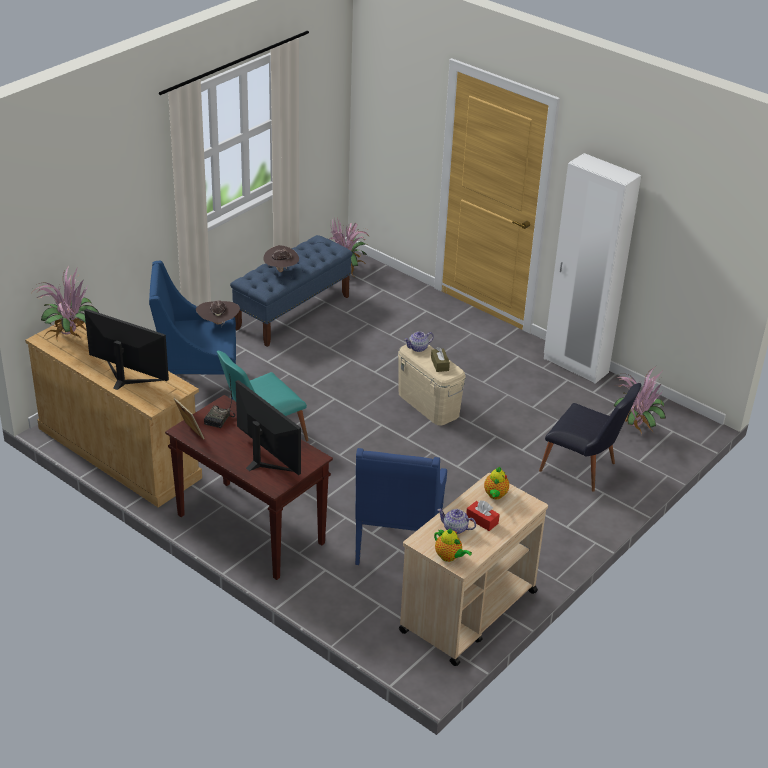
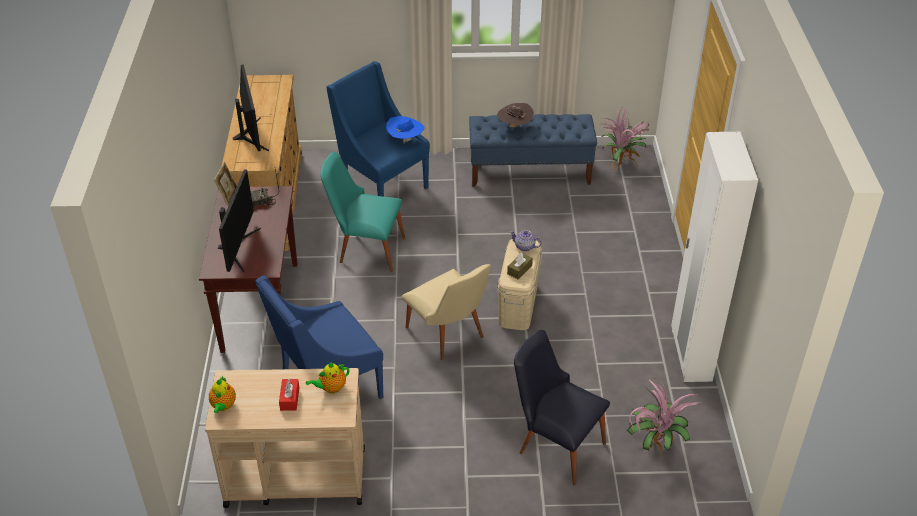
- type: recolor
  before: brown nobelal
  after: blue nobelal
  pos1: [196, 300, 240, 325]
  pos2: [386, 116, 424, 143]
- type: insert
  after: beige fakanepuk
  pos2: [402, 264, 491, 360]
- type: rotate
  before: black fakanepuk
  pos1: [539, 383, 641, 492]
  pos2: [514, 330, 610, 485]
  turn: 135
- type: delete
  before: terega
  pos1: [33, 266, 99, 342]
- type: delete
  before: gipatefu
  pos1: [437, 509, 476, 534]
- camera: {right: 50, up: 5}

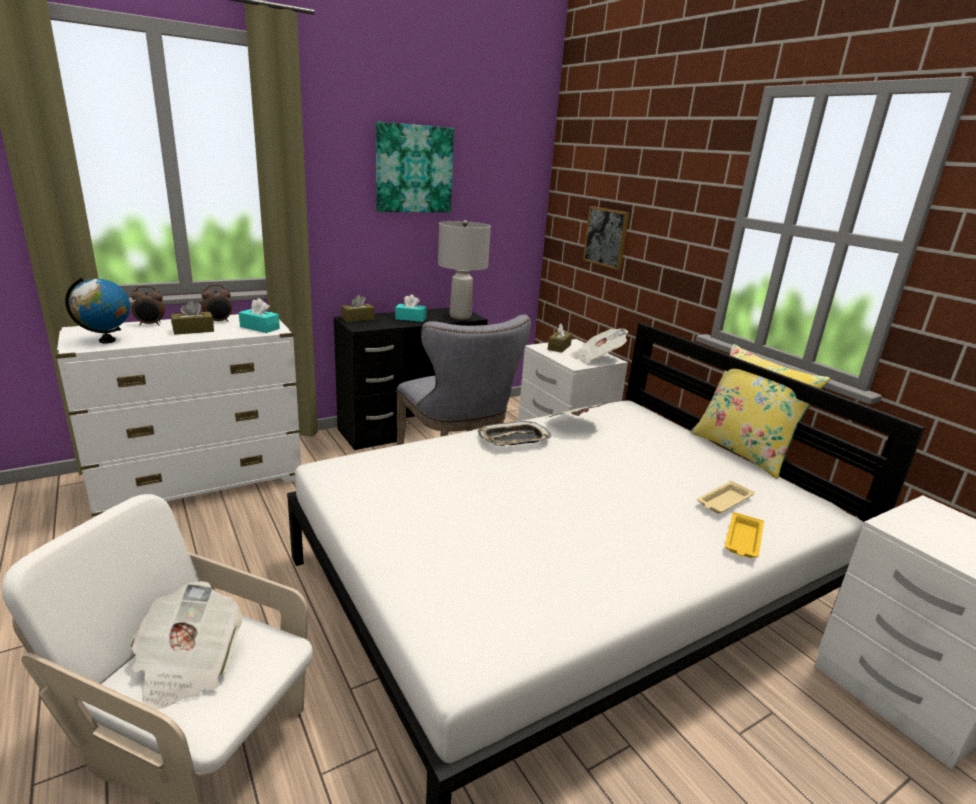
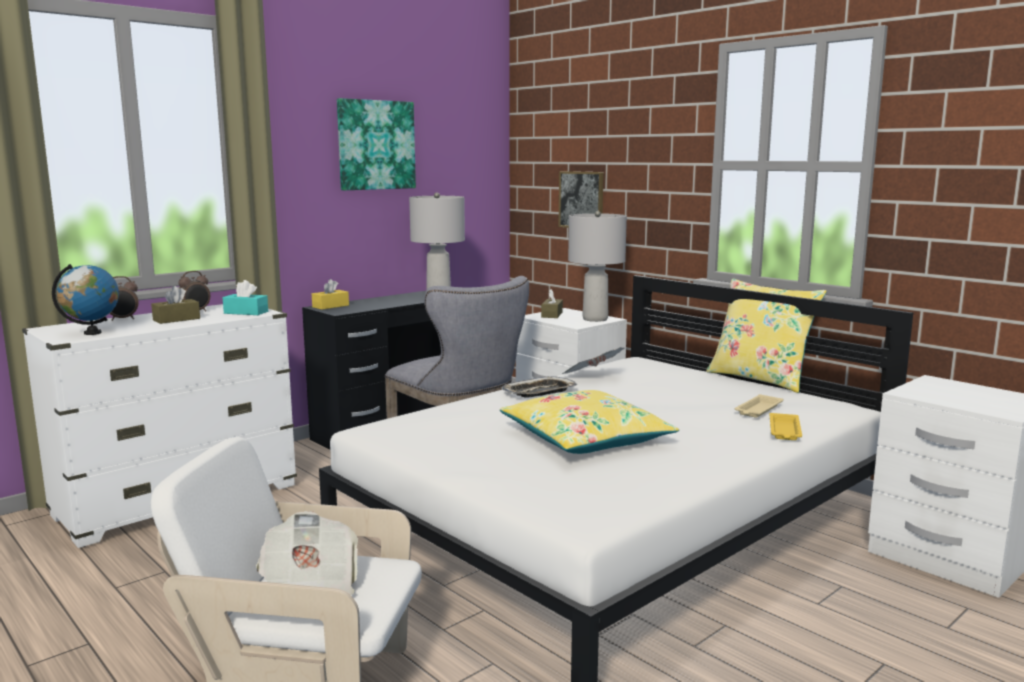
- type: recolor
  before: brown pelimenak
  after: yellow pelimenak
  pos1: [341, 295, 375, 322]
  pos2: [312, 279, 349, 310]
- type: insert
  after: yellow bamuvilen
  pos2: [500, 390, 679, 454]
- type: replace
  before: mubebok
  after: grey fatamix
  pos1: [570, 329, 628, 362]
  pos2: [568, 211, 627, 322]
- type: delete
  before: turquoise pelimenak
  pos1: [395, 294, 426, 322]
- camera: {right: -10, up: -10}

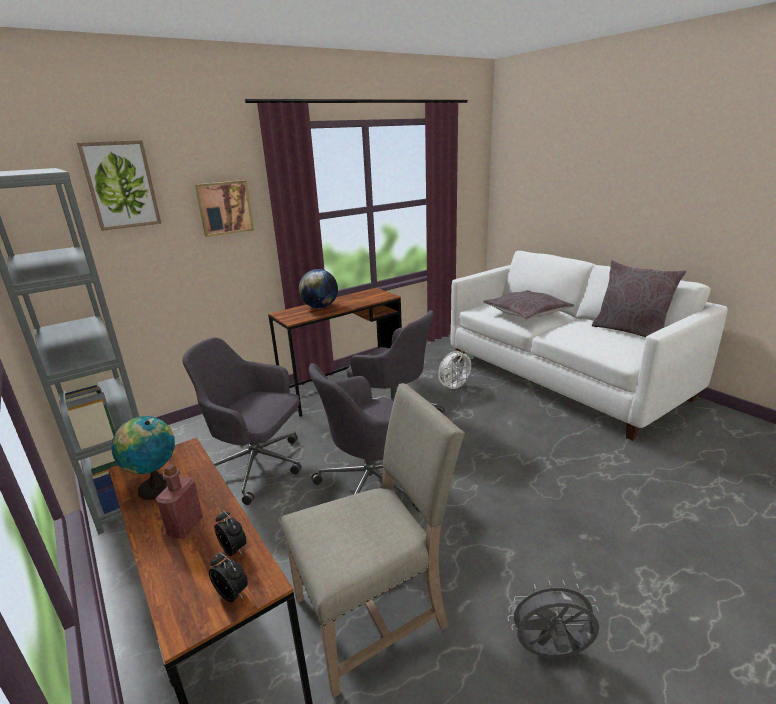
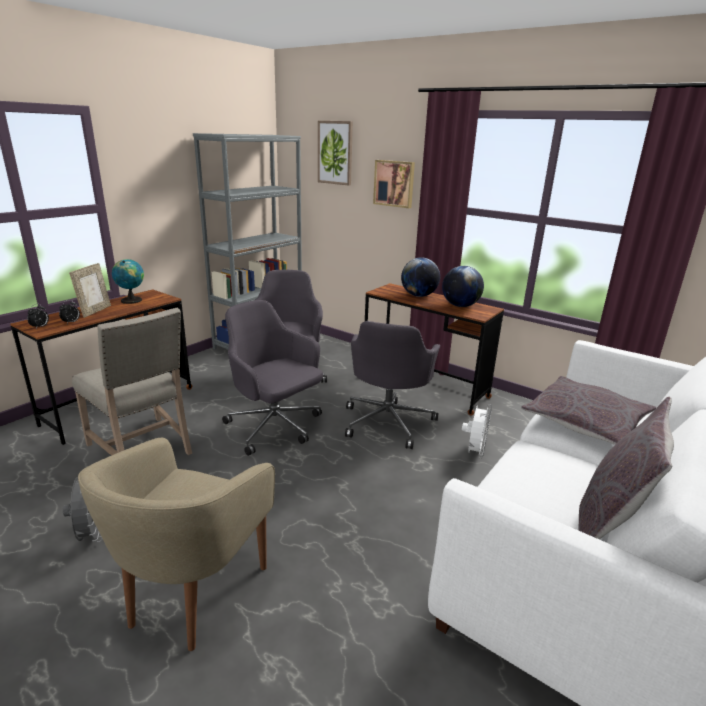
- type: replace
  before: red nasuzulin
  after: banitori
  pos1: [156, 464, 203, 538]
  pos2: [69, 263, 111, 318]
- type: insert
  after: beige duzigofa
  pos2: [78, 438, 275, 651]
- type: insert
  after: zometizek
  pos2: [442, 266, 484, 307]
- type: rotate
  before: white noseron
  pos1: [438, 351, 474, 392]
  pos2: [462, 404, 492, 459]
  turn: -105
- camera: {right: 70, up: 0}

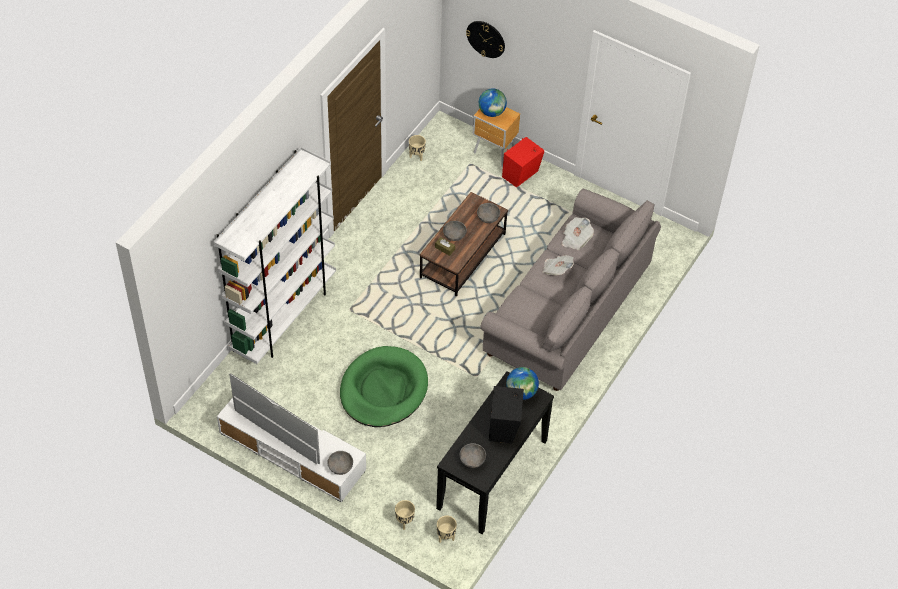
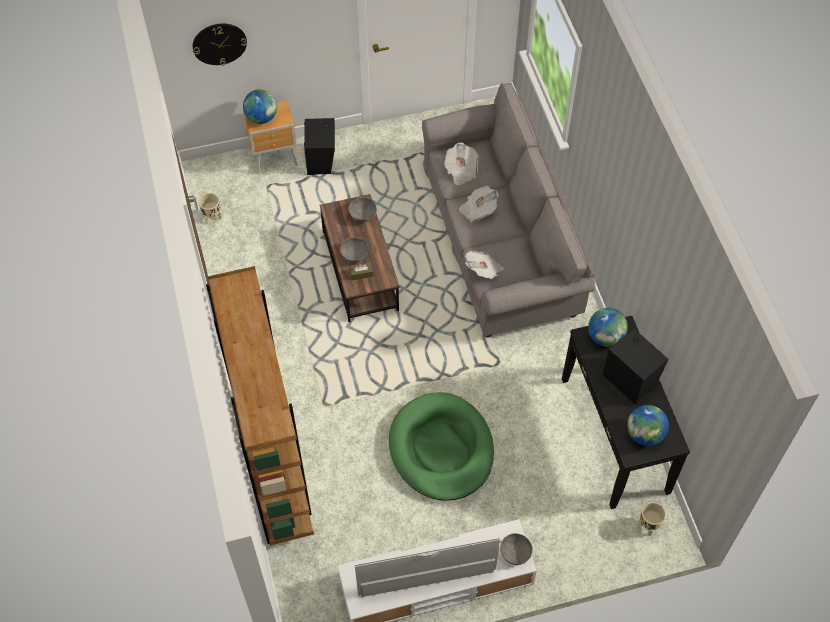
- type: recolor
  before: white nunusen
  after: brown nunusen
  pos1: [214, 147, 336, 364]
  pos2: [206, 266, 314, 545]
- type: recolor
  before: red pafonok
  after: black pafonok
  pos1: [502, 137, 544, 188]
  pos2: [304, 118, 335, 175]
- type: insert
  after: mubebok
  pos2: [465, 251, 504, 279]
- type: replace
  before: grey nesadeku
  after: zometizek
  pos1: [459, 443, 486, 468]
  pos2: [627, 405, 669, 446]
- type: delete
  before: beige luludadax
  pos1: [395, 500, 415, 530]
- camera: {right: -45, up: 5}

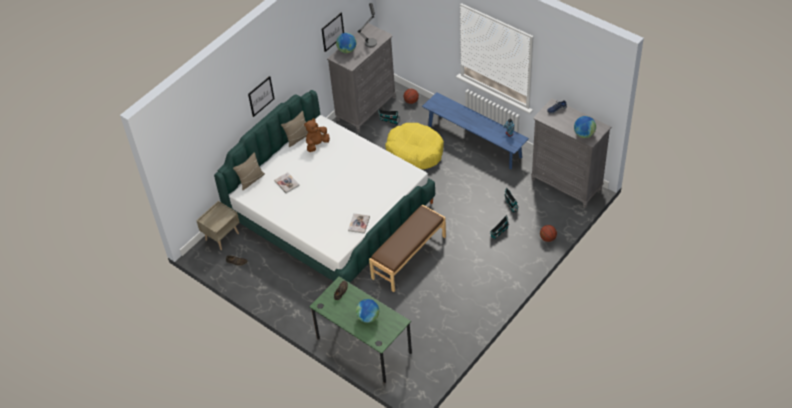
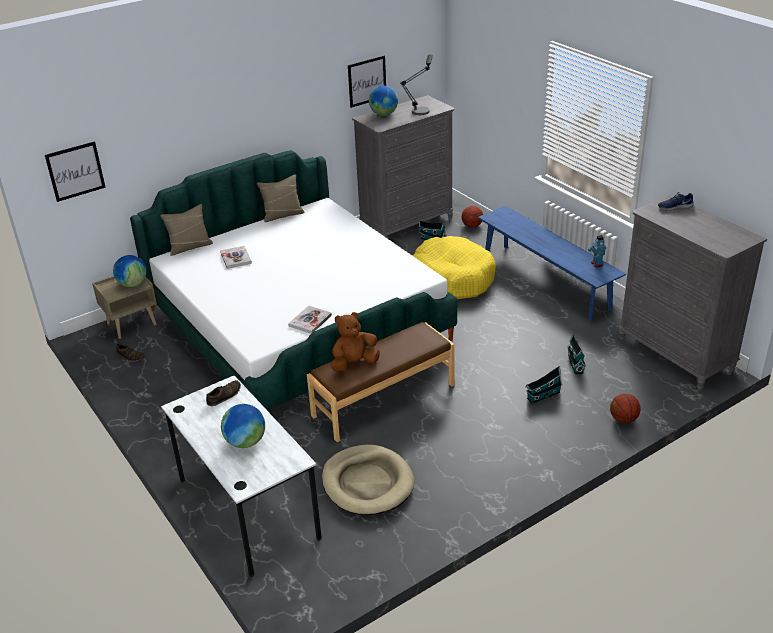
- type: move
  before: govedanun
  pos1: [248, 76, 275, 117]
  pos2: [45, 141, 106, 202]
- type: move
  before: zometizek
  pos1: [574, 116, 596, 138]
  pos2: [113, 255, 147, 287]
- type: recolor
  before: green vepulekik
  after: white vepulekik
  pos1: [309, 277, 412, 383]
  pos2: [161, 375, 322, 577]
- type: insert
  after: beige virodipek
  pos2: [322, 444, 414, 515]
- type: move
  before: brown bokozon
  pos1: [304, 118, 330, 152]
  pos2: [331, 312, 380, 371]
- camera: {right: 15, up: -15}

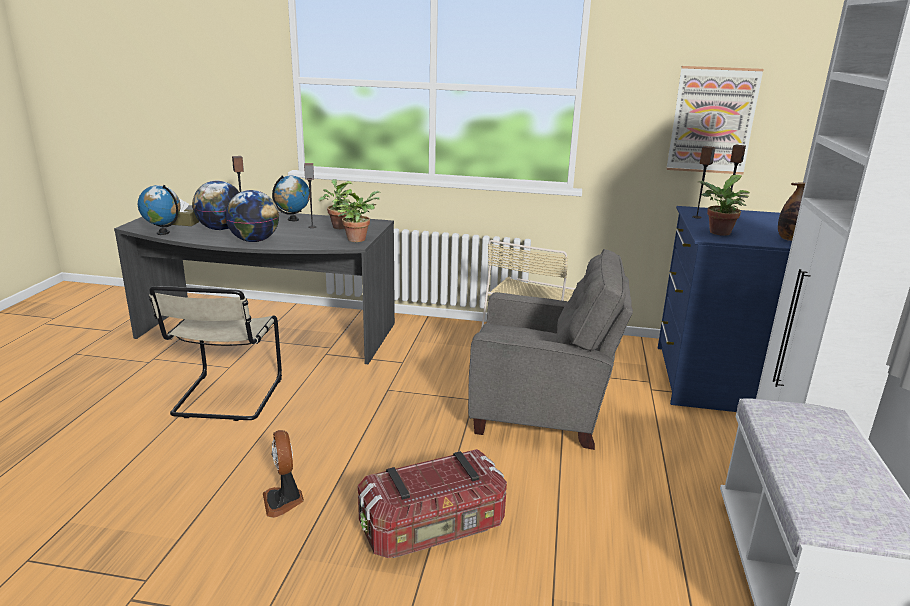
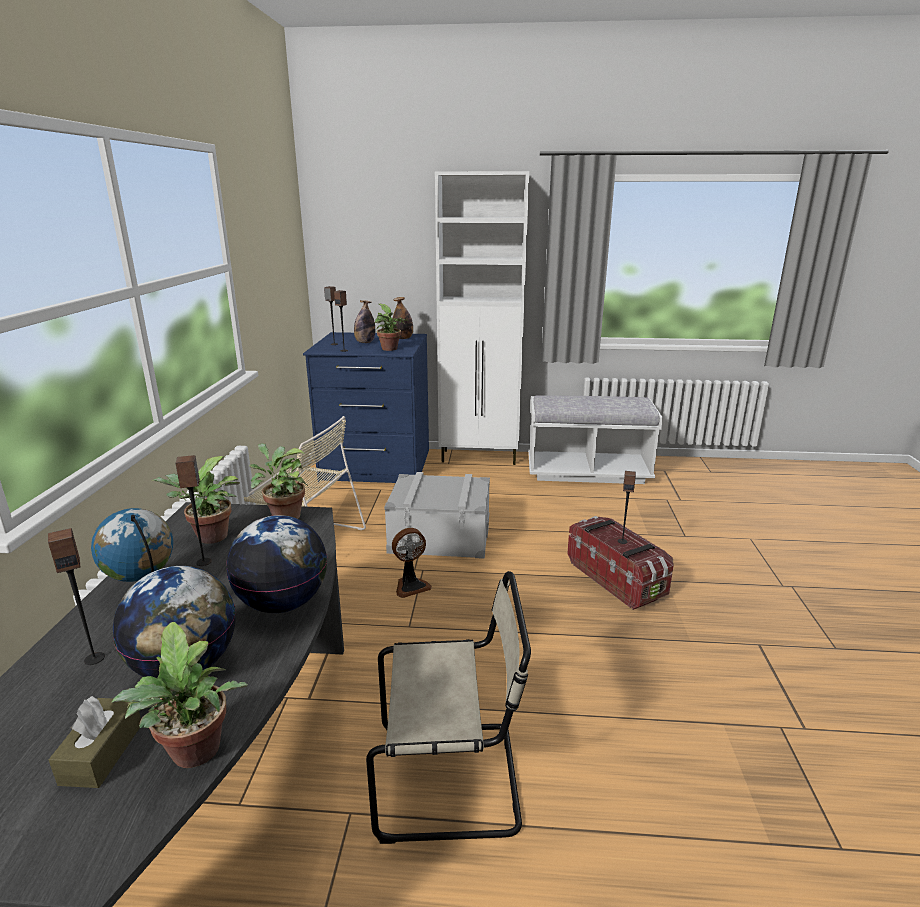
- type: replace
  before: zometizek
  after: terega
  pos1: [138, 185, 181, 235]
  pos2: [112, 622, 248, 768]
- type: insert
  after: nasuzulin
  pos2: [354, 300, 375, 343]
- type: replace
  before: grey duzigofa
  after: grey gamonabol
  pos1: [468, 249, 633, 450]
  pos2: [384, 472, 490, 559]
- type: move
  before: noseron
  pos1: [263, 430, 304, 518]
  pos2: [392, 528, 432, 598]
- type: insert
  after: pafonok
  pos2: [618, 471, 636, 544]
- type: delete
  before: govedanun
  pos1: [667, 66, 764, 174]
- camera: {right: -95, up: 0}

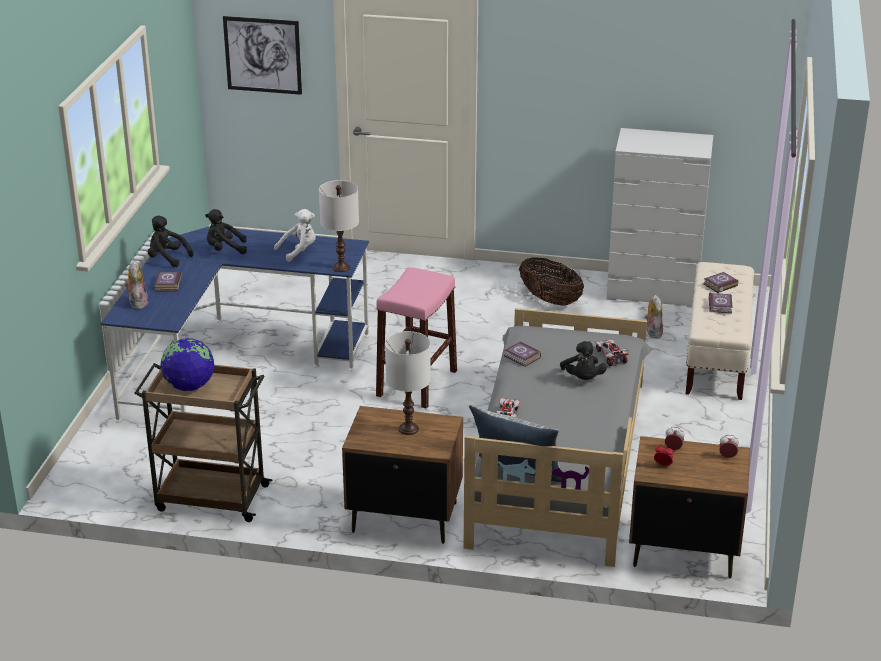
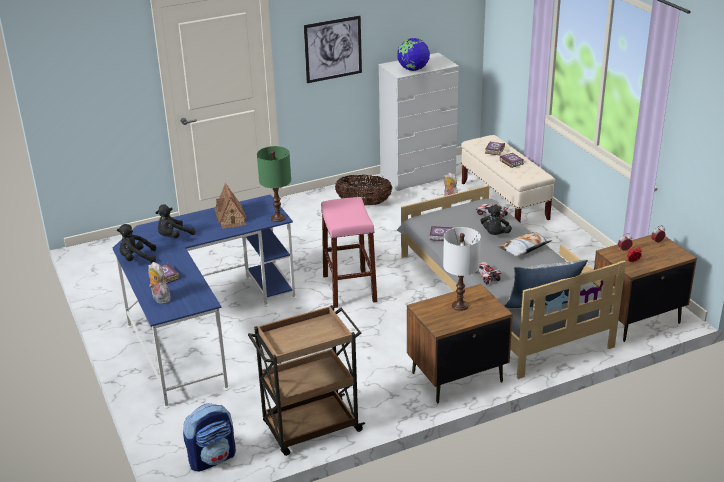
- type: insert
  after: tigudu
  pos2: [183, 403, 236, 472]
- type: replace
  before: white bokozon
  after: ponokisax
  pos1: [274, 209, 316, 262]
  pos2: [215, 182, 247, 229]
- type: recolor
  before: white fatamix
  after: green fatamix
  pos1: [319, 180, 359, 272]
  pos2: [257, 146, 291, 222]
- type: move
  before: govedanun
  pos1: [223, 16, 302, 95]
  pos2: [304, 16, 362, 83]
- type: move
  before: zometizek
  pos1: [160, 338, 214, 391]
  pos2: [397, 38, 430, 71]
- type: rotate
  before: black bokozon
  pos1: [560, 341, 607, 380]
  pos2: [481, 205, 512, 235]
  turn: 60
- type: insert
  after: bamuvilen
  pos2: [499, 232, 552, 257]
- camera: {right: -35, up: 0}

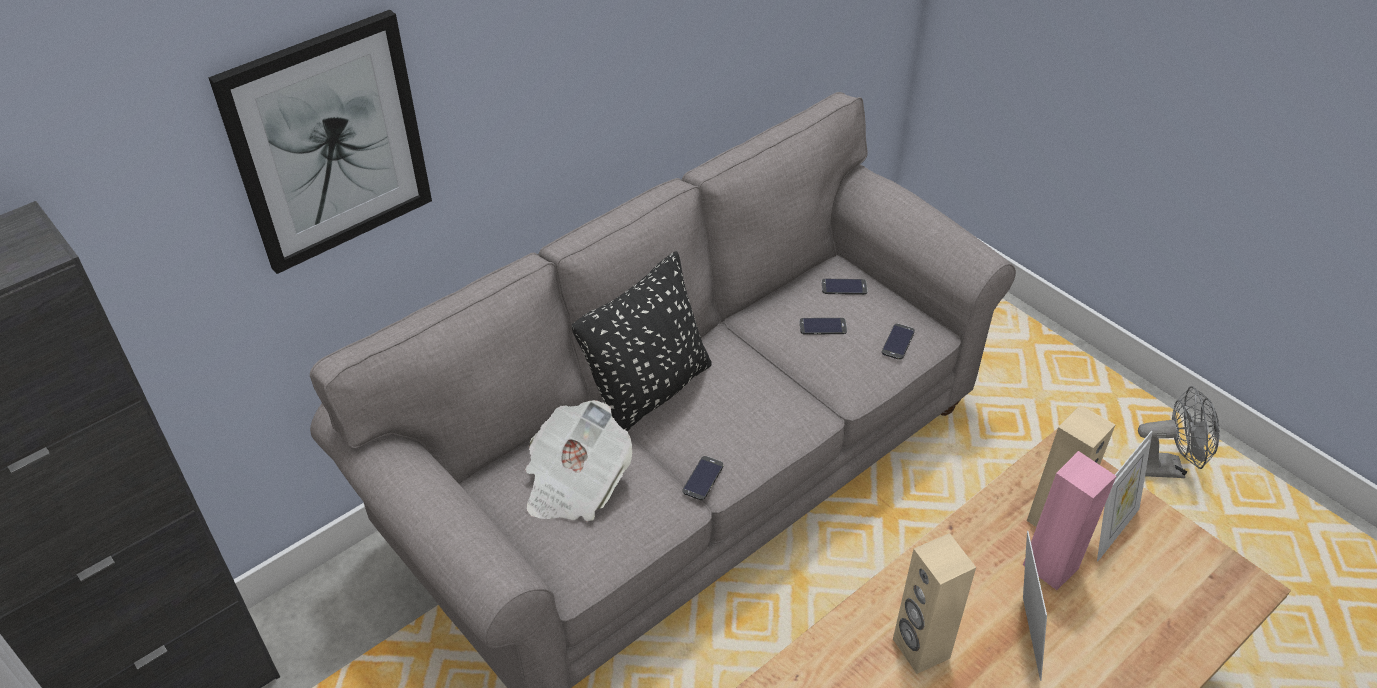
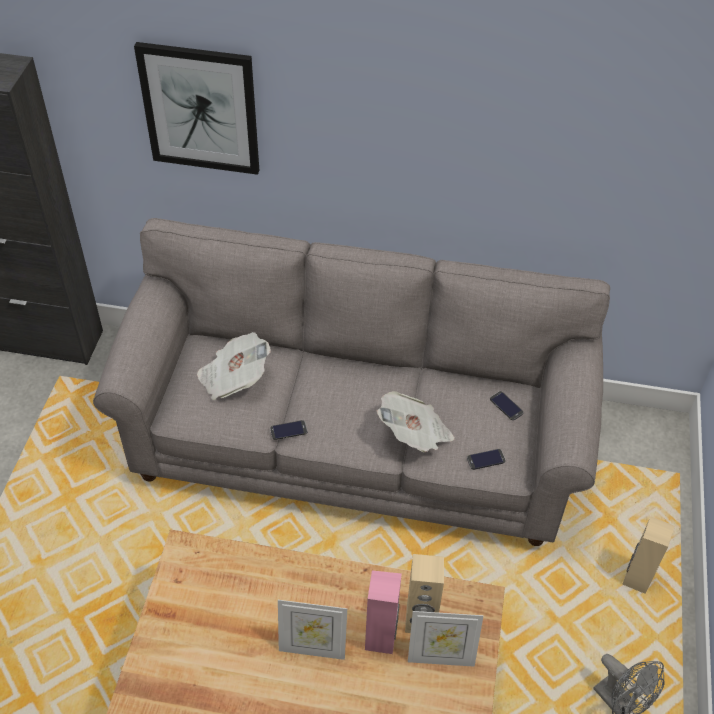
- type: rotate
  before: banitori
  pos1: [1023, 531, 1047, 681]
  pos2: [278, 600, 347, 660]
  turn: 45
- type: insert
  after: mubebok
  pos2: [377, 391, 454, 452]
- type: move
  before: beige pafonok
  pos1: [893, 533, 976, 674]
  pos2: [622, 516, 675, 594]
- type: delete
  before: black bamuvilen
  pos1: [572, 251, 712, 431]
- type: delete
  before: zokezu
  pos1: [799, 318, 847, 335]
- camera: {right: 50, up: 5}

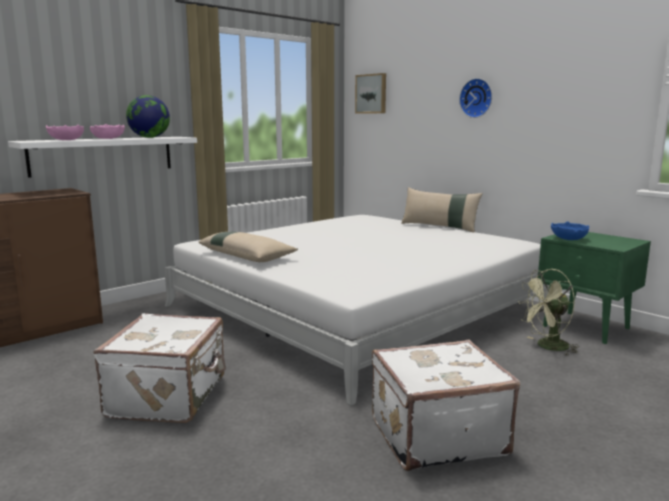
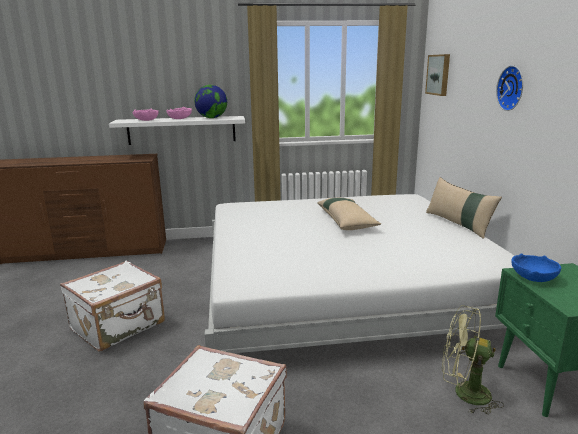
- type: move
  before: beige bamuvilen
  pos1: [199, 232, 298, 262]
  pos2: [317, 198, 381, 230]
- camera: {right: 35, up: 5}

